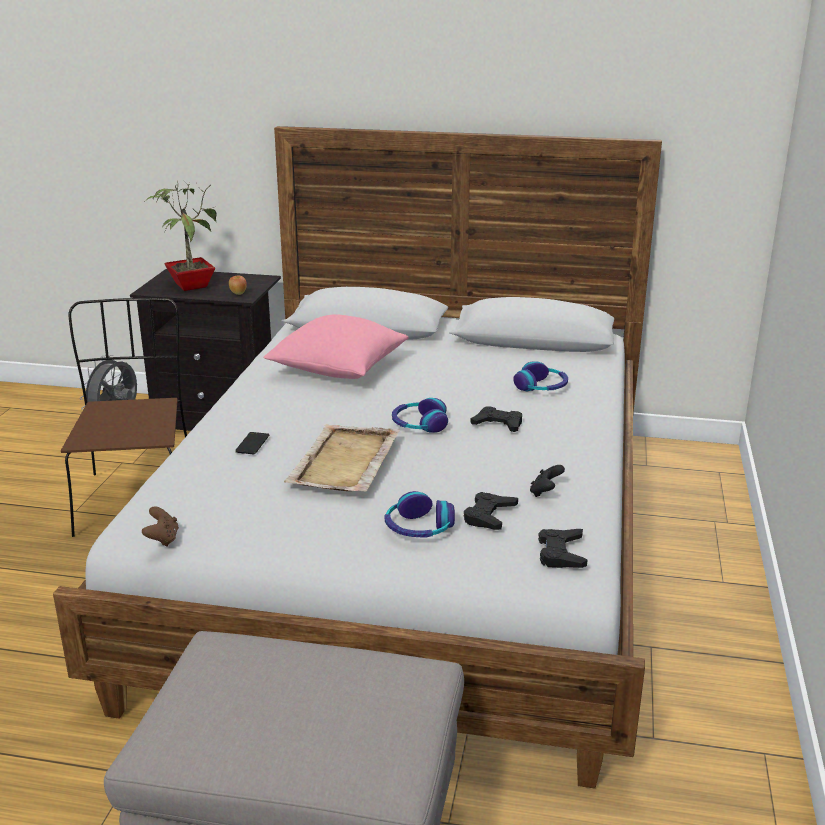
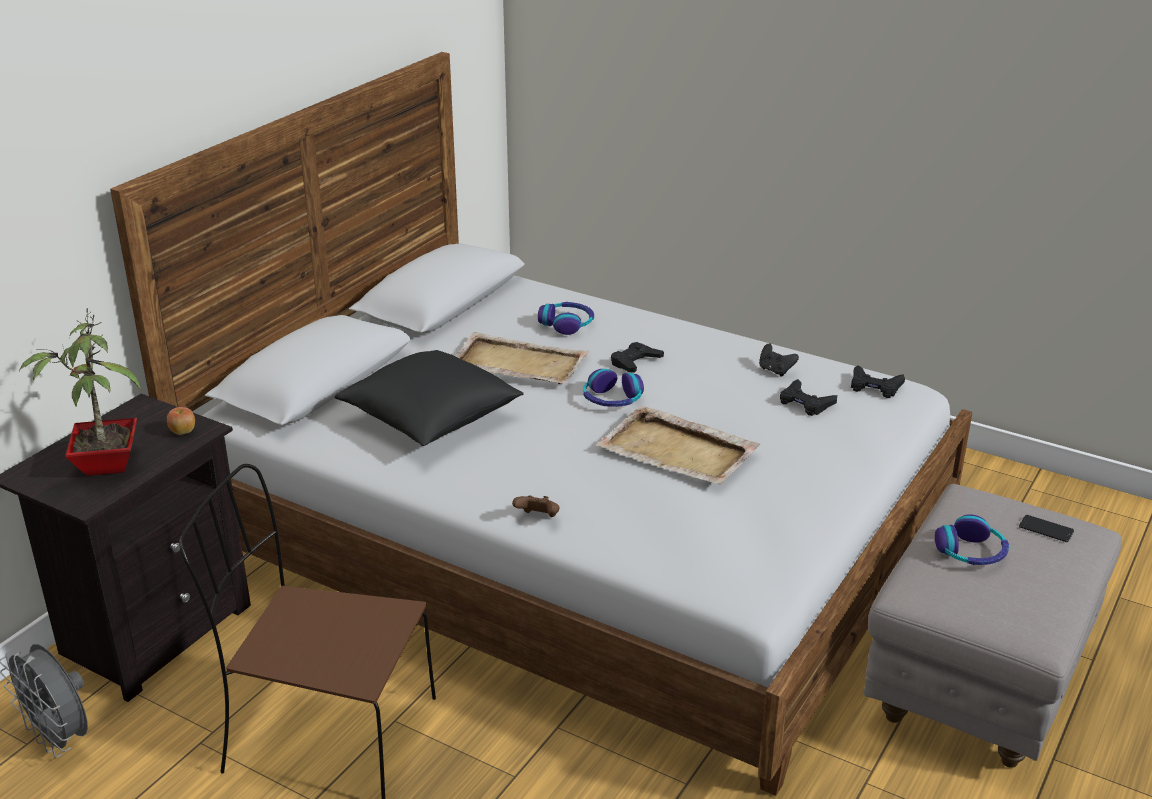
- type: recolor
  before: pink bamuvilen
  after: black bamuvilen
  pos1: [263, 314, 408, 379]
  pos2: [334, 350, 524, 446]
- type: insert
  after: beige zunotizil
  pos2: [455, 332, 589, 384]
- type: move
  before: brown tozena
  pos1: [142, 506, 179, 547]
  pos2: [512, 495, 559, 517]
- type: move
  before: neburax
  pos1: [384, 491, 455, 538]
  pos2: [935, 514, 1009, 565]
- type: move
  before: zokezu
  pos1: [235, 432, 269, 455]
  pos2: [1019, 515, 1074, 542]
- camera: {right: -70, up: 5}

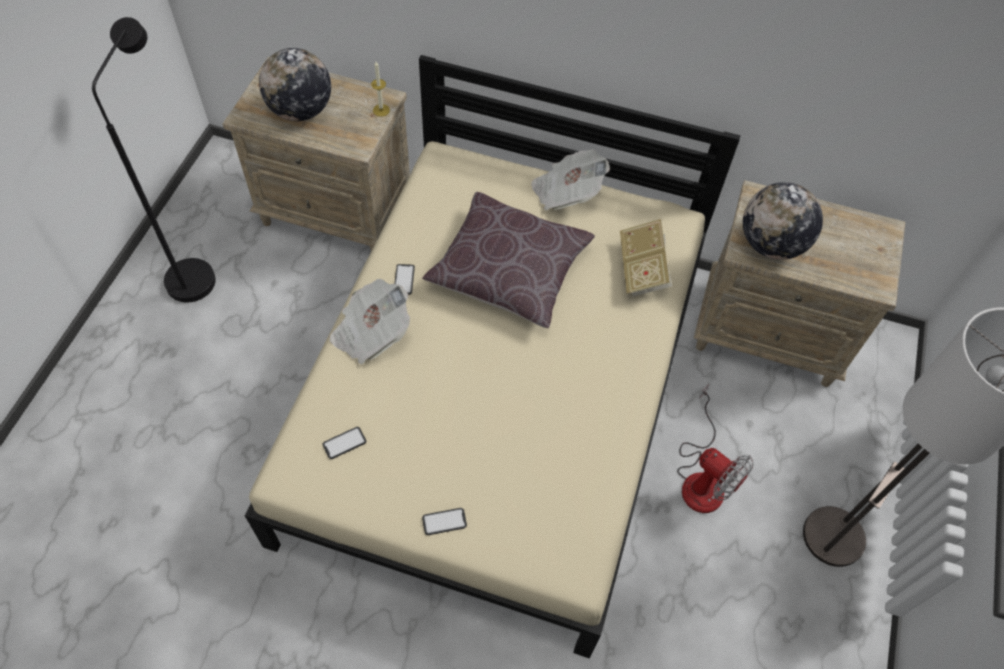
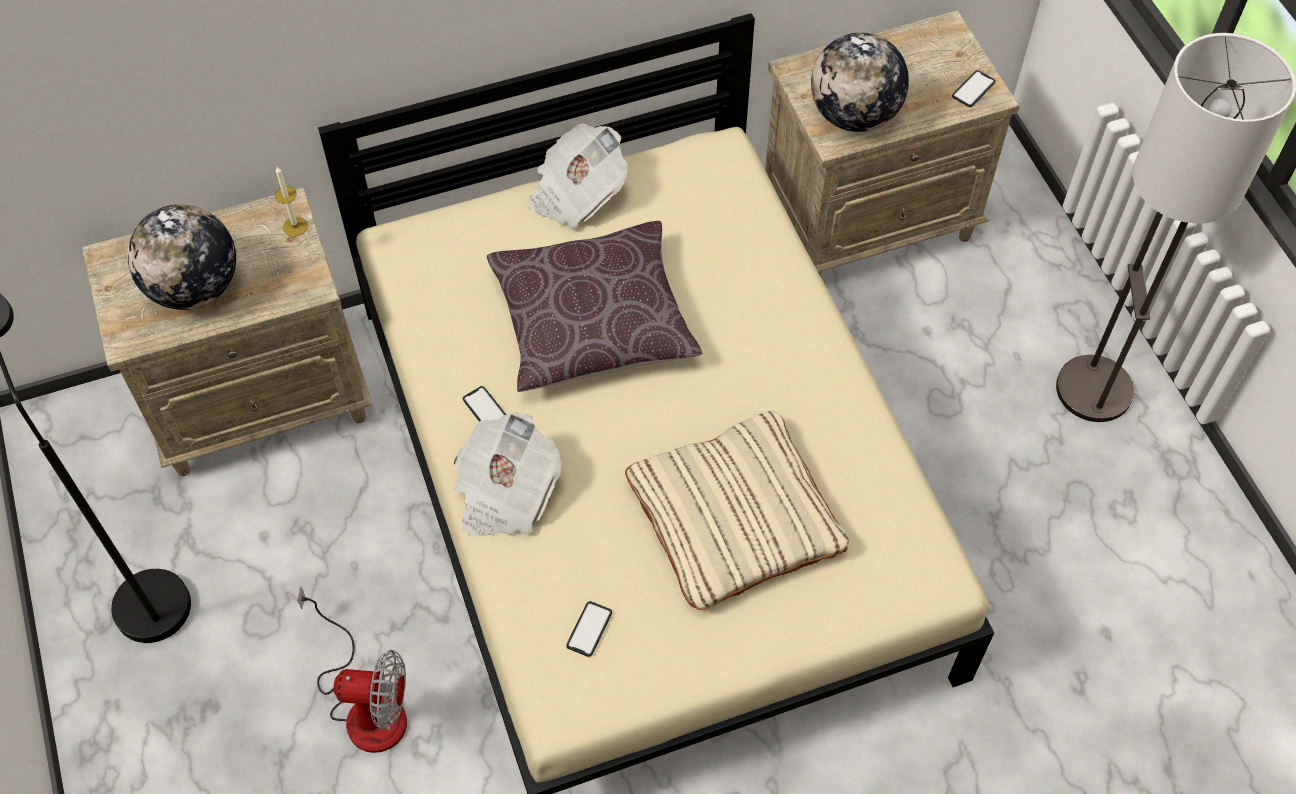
- type: move
  before: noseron
  pos1: [677, 384, 754, 513]
  pos2: [297, 586, 407, 753]
- type: insert
  after: beige bamuvilen
  pos2: [625, 411, 849, 610]
- type: move
  before: zokezu
  pos1: [422, 508, 467, 535]
  pos2: [952, 70, 995, 107]
- type: delete
  before: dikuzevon
  pos1: [620, 219, 672, 296]
- camera: {right: -35, up: 0}

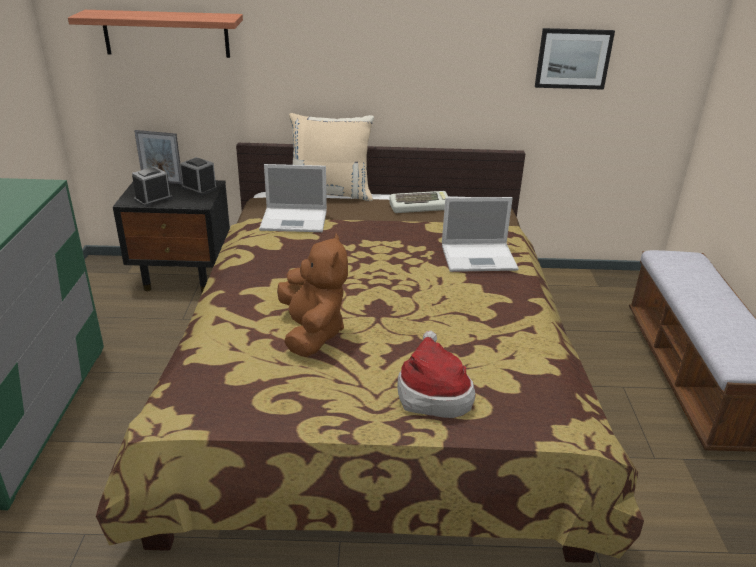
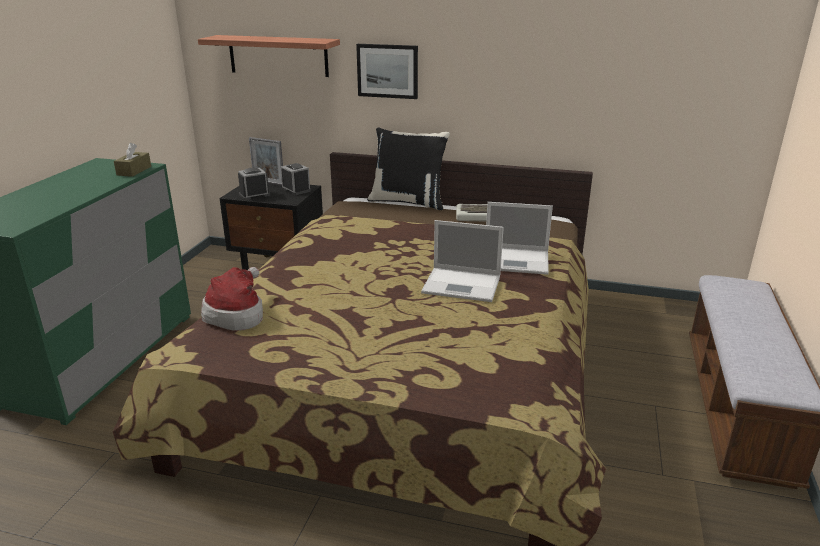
- type: insert
  after: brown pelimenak
  pos2: [114, 143, 151, 177]
- type: move
  before: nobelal
  pos1: [397, 331, 476, 418]
  pos2: [201, 267, 263, 331]
- type: move
  before: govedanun
  pos1: [535, 28, 615, 90]
  pos2: [356, 44, 418, 99]
- type: recolor
  before: beige bamuvilen
  after: black bamuvilen
  pos1: [289, 113, 374, 201]
  pos2: [367, 127, 450, 210]
- type: move
  before: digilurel
  pos1: [259, 164, 327, 232]
  pos2: [421, 220, 504, 302]
- type: delete
  before: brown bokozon
  pos1: [277, 234, 348, 357]
- camera: {right: 15, up: -5}

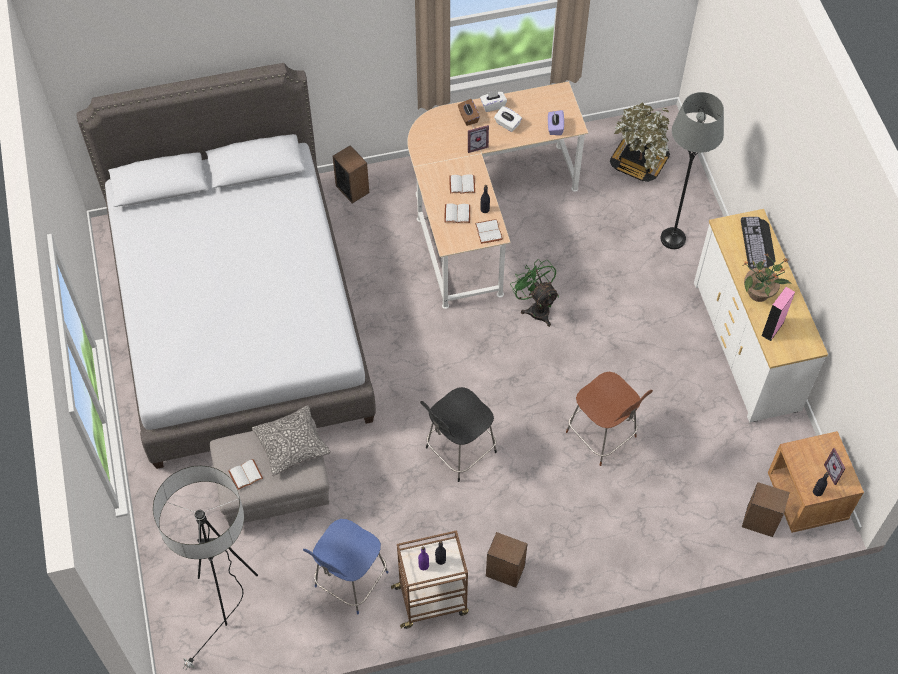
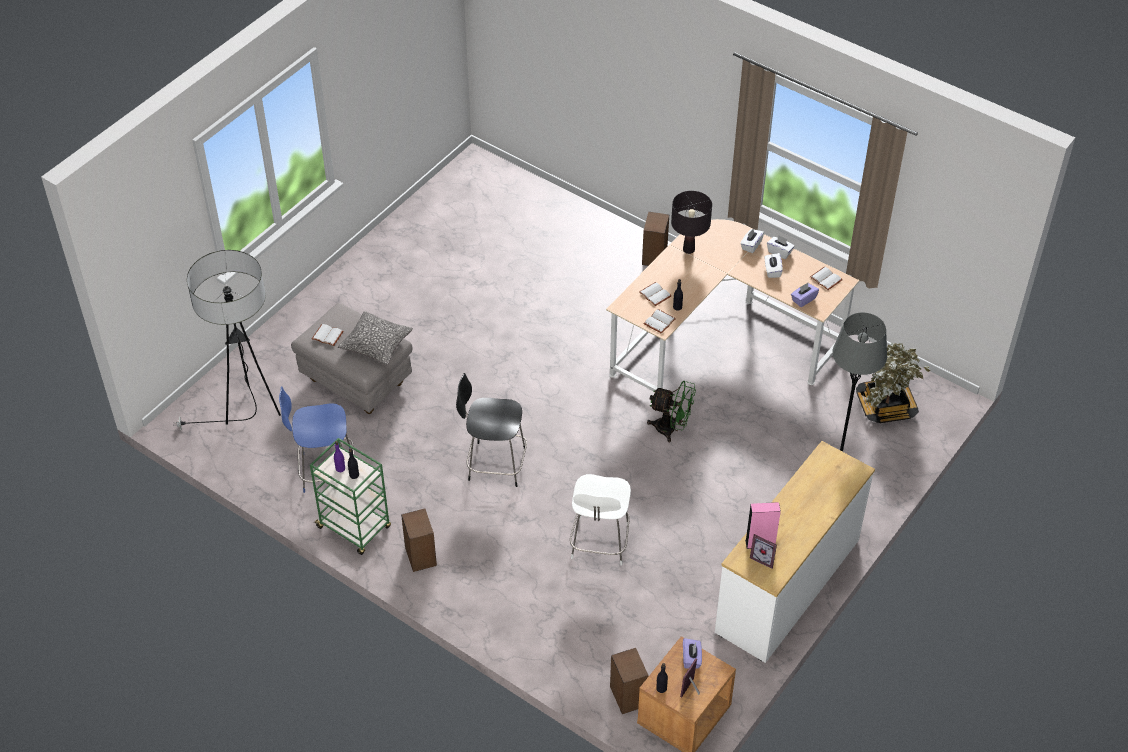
- type: recolor
  before: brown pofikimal
  after: green pofikimal
  pos1: [391, 530, 469, 629]
  pos2: [310, 438, 391, 555]
- type: recolor
  before: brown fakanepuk
  after: white fakanepuk
  pos1: [566, 372, 653, 466]
  pos2: [570, 474, 631, 566]
- type: rotate
  before: green noseron
  pos1: [510, 259, 559, 327]
  pos2: [647, 381, 696, 442]
  turn: 90
- type: insert
  after: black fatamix
  pos2: [671, 191, 712, 254]
- type: insert
  after: purple pelimenak
  pos2: [683, 638, 702, 669]
- type: recolor
  before: brown pelimenak
  after: white pelimenak
  pos1: [458, 99, 480, 126]
  pos2: [740, 229, 764, 253]
- type: move
  before: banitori
  pos1: [468, 125, 489, 153]
  pos2: [750, 534, 777, 569]
- type: move
  before: white dikuzevon
  pos1: [449, 174, 475, 194]
  pos2: [810, 267, 842, 290]
- type: delete
  before: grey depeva
  pos1: [76, 63, 376, 469]
- type: delete
  before: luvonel
  pos1: [741, 217, 776, 270]
- type: delete
  before: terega
  pos1: [742, 253, 791, 302]
- camera: {right: 50, up: -10}

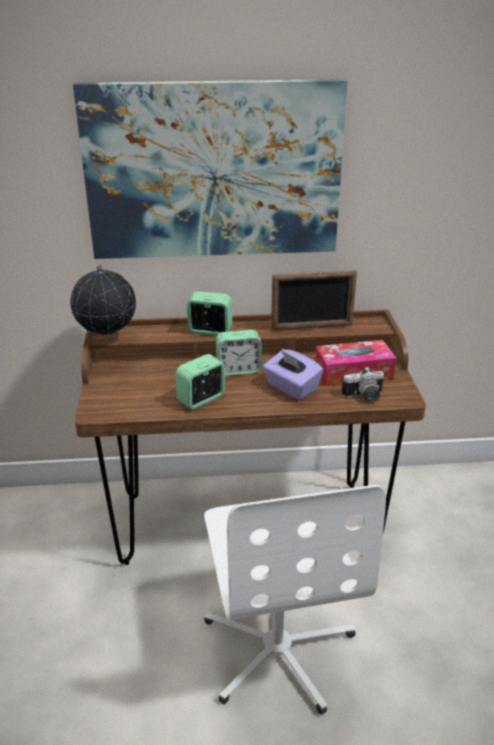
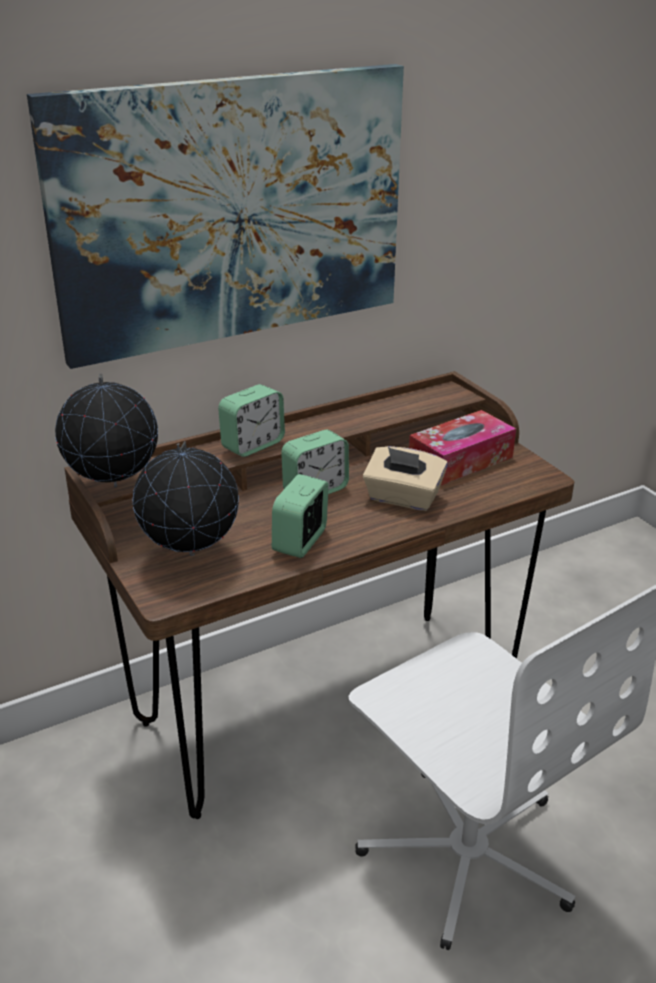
- type: insert
  after: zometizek
  pos2: [133, 441, 239, 556]
- type: rotate
  before: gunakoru
  pos1: [187, 291, 232, 336]
  pos2: [218, 384, 285, 457]
  turn: 150
- type: recolor
  before: purple pelimenak
  after: beige pelimenak
  pos1: [263, 349, 324, 400]
  pos2: [363, 446, 448, 511]
- type: delete
  before: banitori
  pos1: [271, 270, 357, 330]
- type: delete
  before: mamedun
  pos1: [342, 367, 384, 402]
- camera: {right: -25, up: 0}

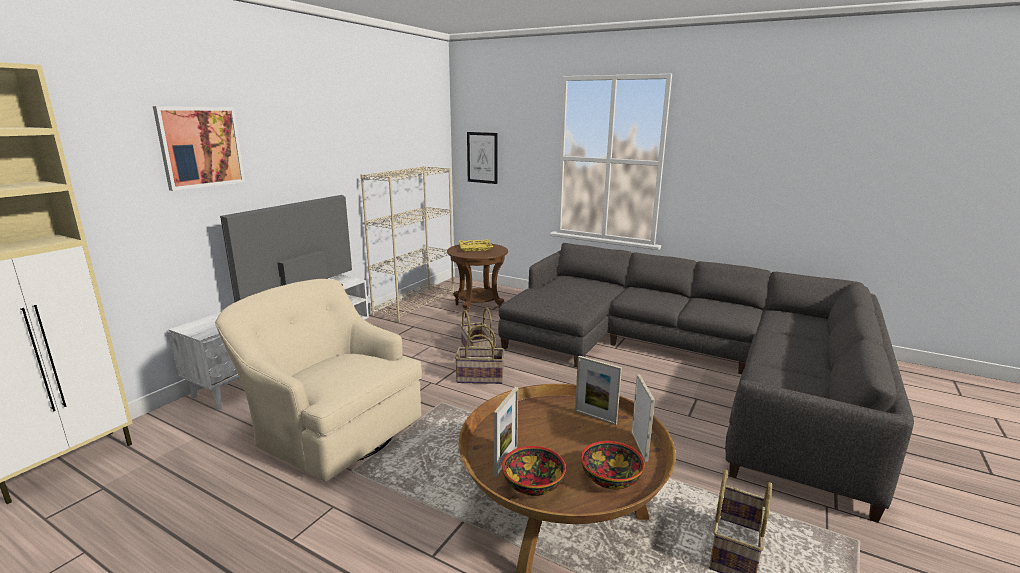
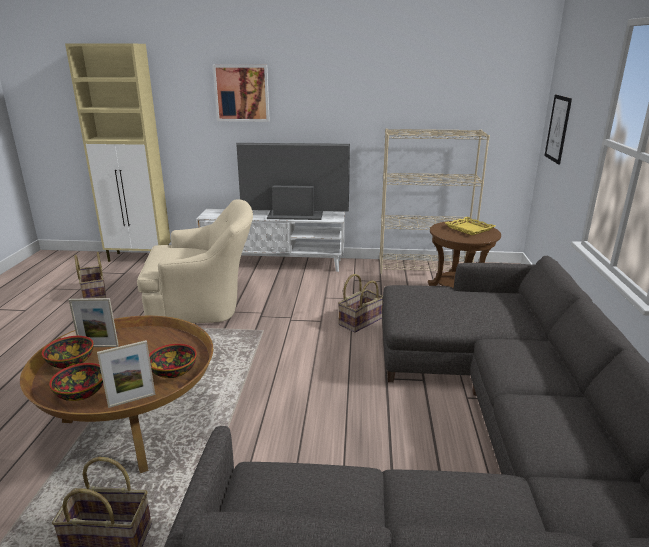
- type: move
  before: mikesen
  pos1: [455, 325, 504, 384]
  pos2: [75, 252, 106, 299]
- type: rotate
  before: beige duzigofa
  pos1: [215, 279, 422, 482]
  pos2: [137, 199, 253, 323]
  turn: 75
- type: replace
  before: banitori
  after: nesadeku
  pos1: [575, 356, 622, 425]
  pos2: [149, 344, 197, 378]
- camera: {right: 65, up: 5}

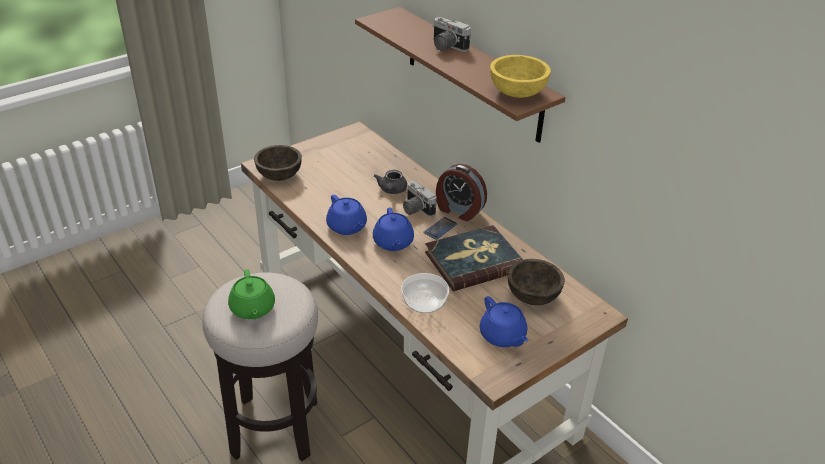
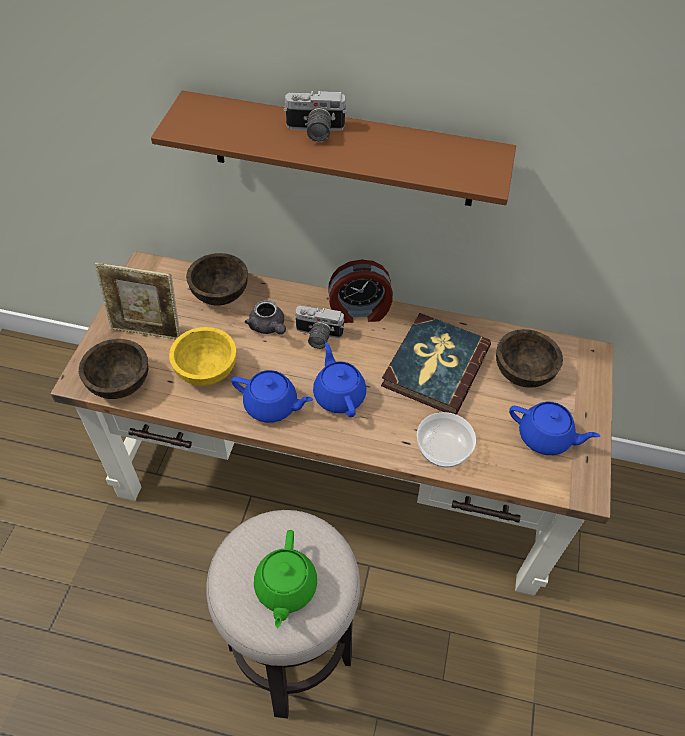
- type: insert
  after: banitori
  pos2: [95, 263, 181, 339]
- type: move
  before: yellow nesadeku
  pos1: [490, 55, 551, 98]
  pos2: [169, 327, 236, 386]
- type: insert
  after: brown nesadeku
  pos2: [186, 253, 248, 305]
- type: rotate
  before: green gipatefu
  pos1: [228, 269, 275, 319]
  pos2: [254, 530, 317, 628]
  turn: 60
- type: rotate
  before: blue gipatefu
  pos1: [373, 207, 414, 251]
  pos2: [313, 342, 366, 417]
  turn: -150
- type: delete
  before: zokezu
  pos1: [423, 217, 457, 240]
- camera: {right: -40, up: 15}

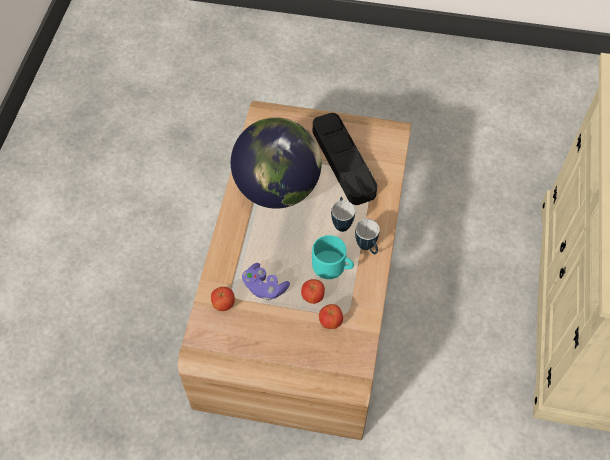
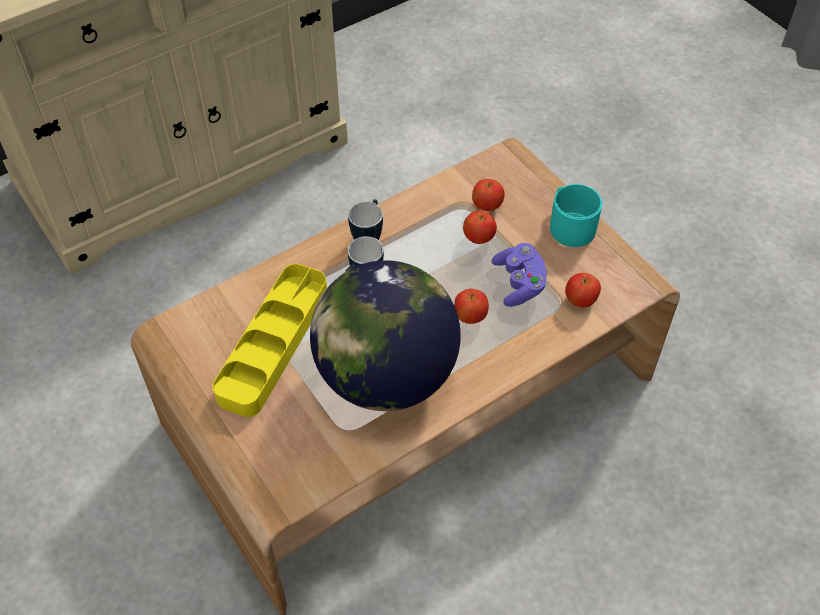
- type: recolor
  before: black zunotizil
  after: yellow zunotizil
  pos1: [313, 113, 377, 205]
  pos2: [212, 264, 327, 417]
- type: insert
  after: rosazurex
  pos2: [454, 289, 489, 324]
- type: move
  before: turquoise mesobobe
  pos1: [312, 235, 354, 279]
  pos2: [550, 184, 602, 247]
- camera: {right: -135, up: -5}

